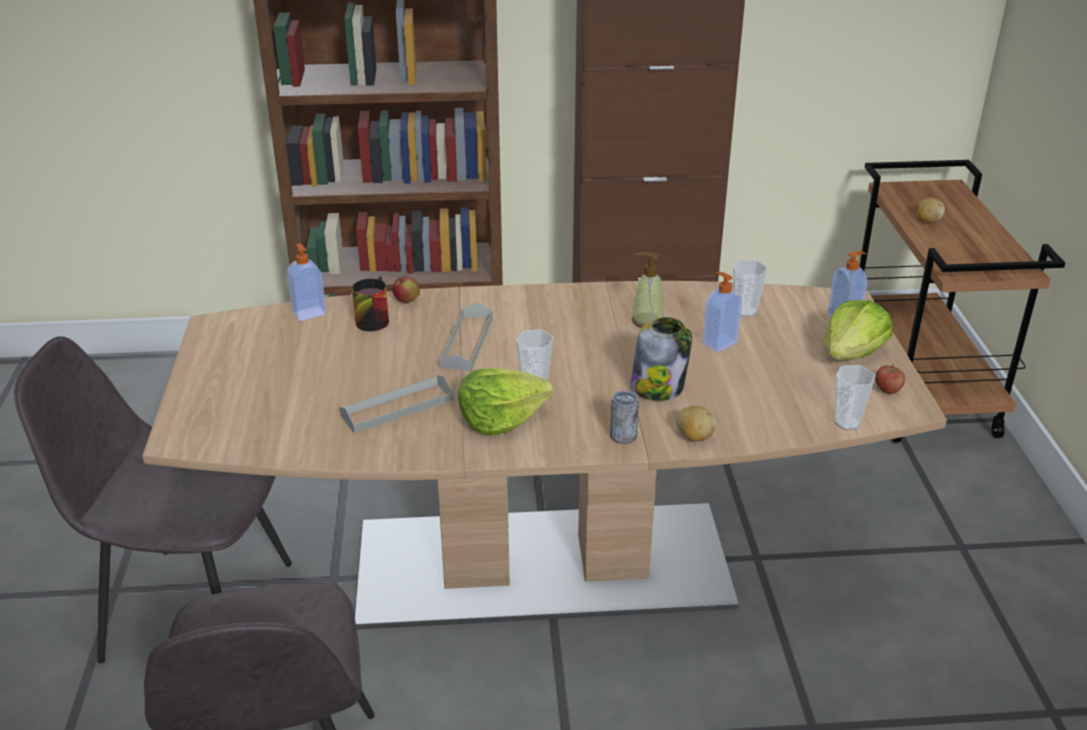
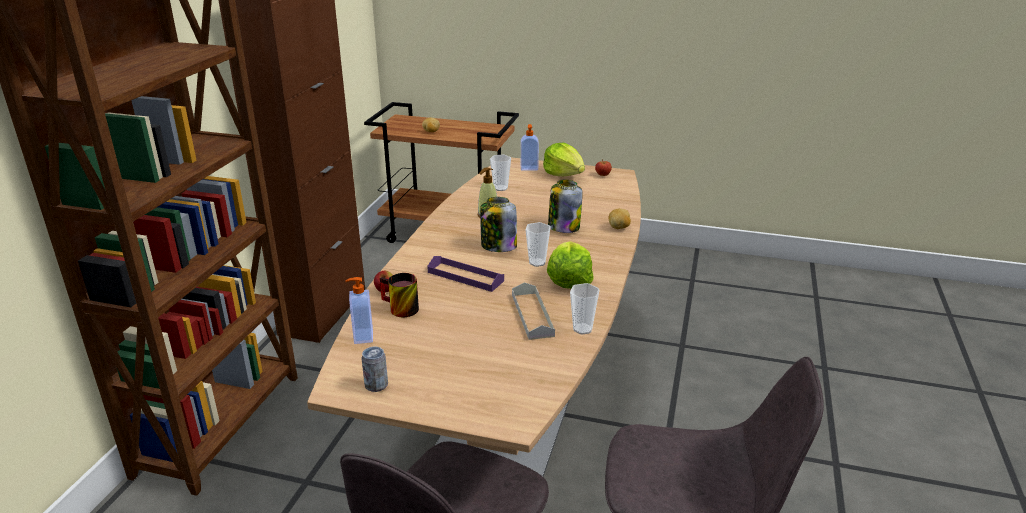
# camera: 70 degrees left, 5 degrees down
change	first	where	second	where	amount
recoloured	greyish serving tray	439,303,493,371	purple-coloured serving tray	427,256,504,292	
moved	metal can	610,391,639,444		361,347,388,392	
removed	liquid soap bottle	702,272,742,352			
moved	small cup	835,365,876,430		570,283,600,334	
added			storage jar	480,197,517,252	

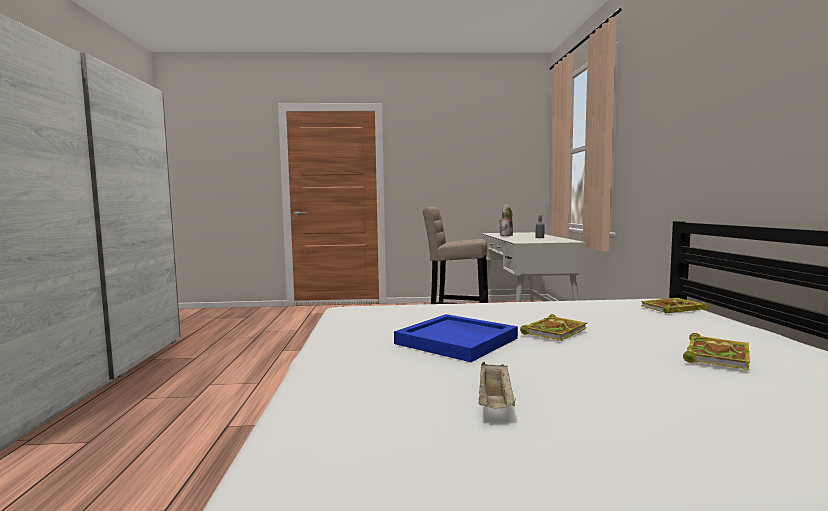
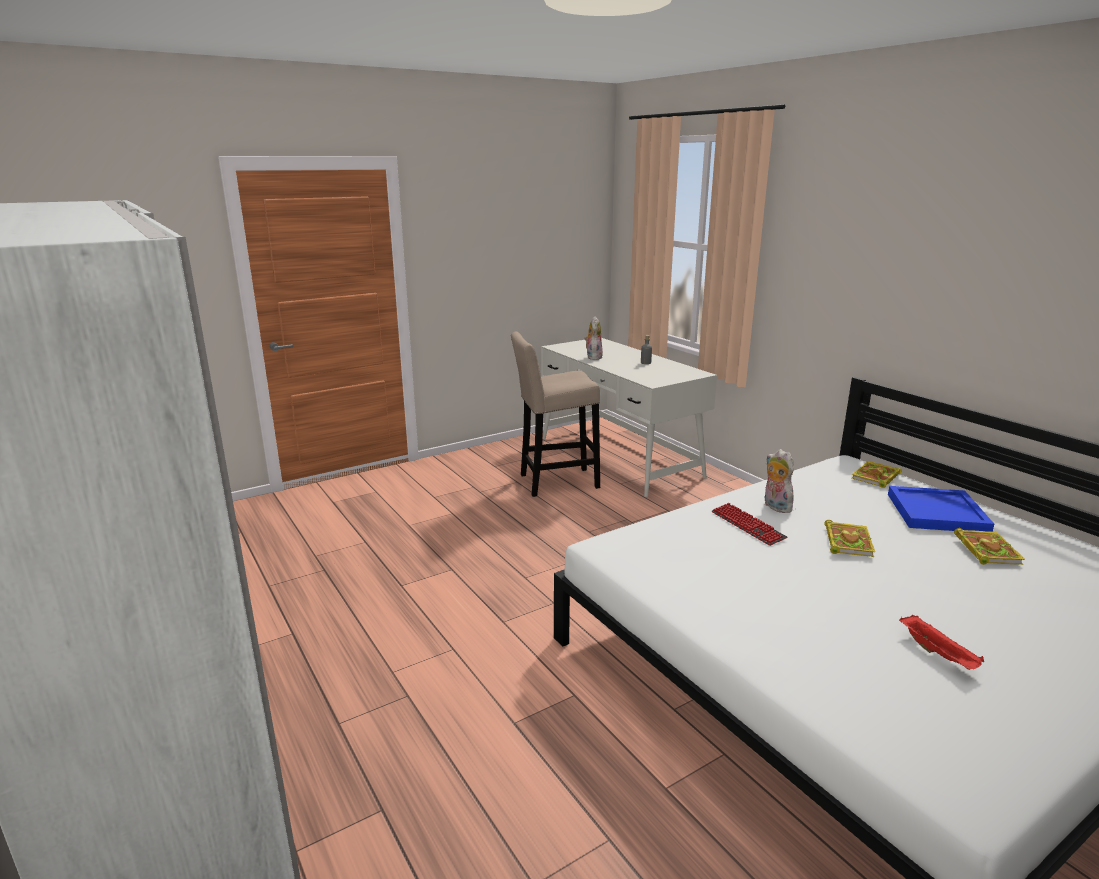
# camera: 30 degrees left, 15 degrees up
change	first	where	second	where	amount
moved	blue-coloured serving tray	394,314,518,362		888,486,994,532	
recoloured	beige-coloured serving tray	479,362,515,408	red serving tray	899,615,984,670	
added			keyboard	712,503,787,546	
added			plush toy	765,449,794,513	

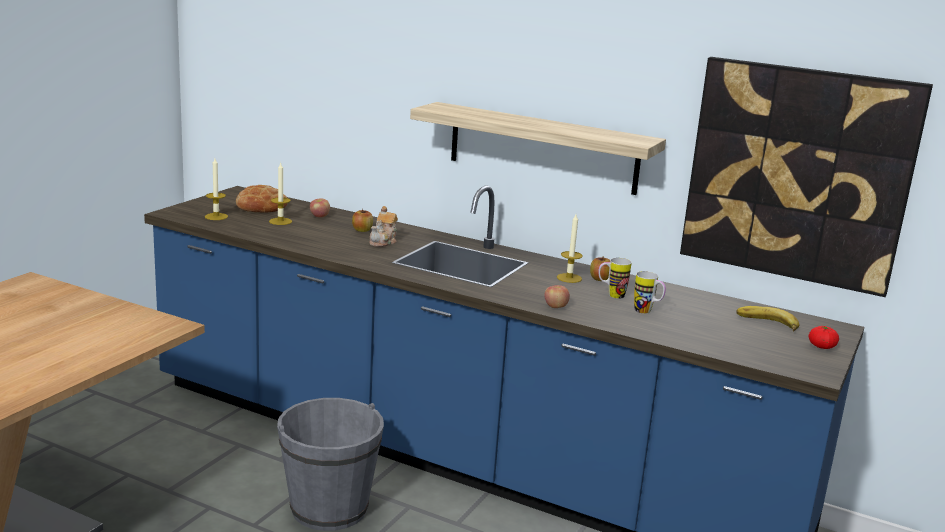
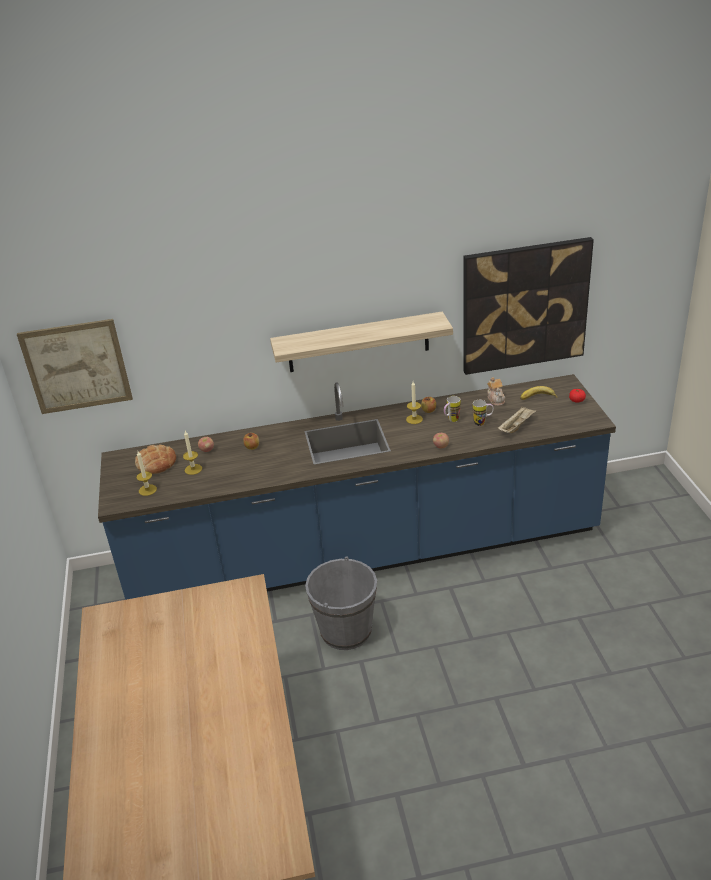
# camera: 35 degrees left, 15 degrees up
change	first	where	second	where	amount
moved	teapot	369,206,398,247		487,377,505,406	
added			picture	17,319,133,414	
added			beige-coloured serving tray	498,406,537,433	

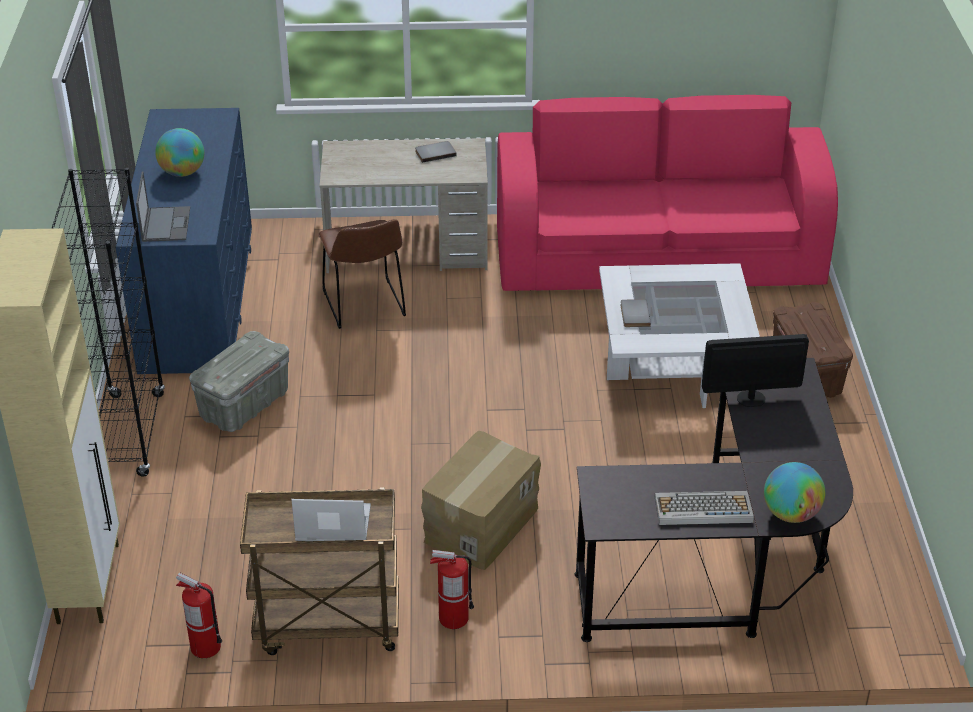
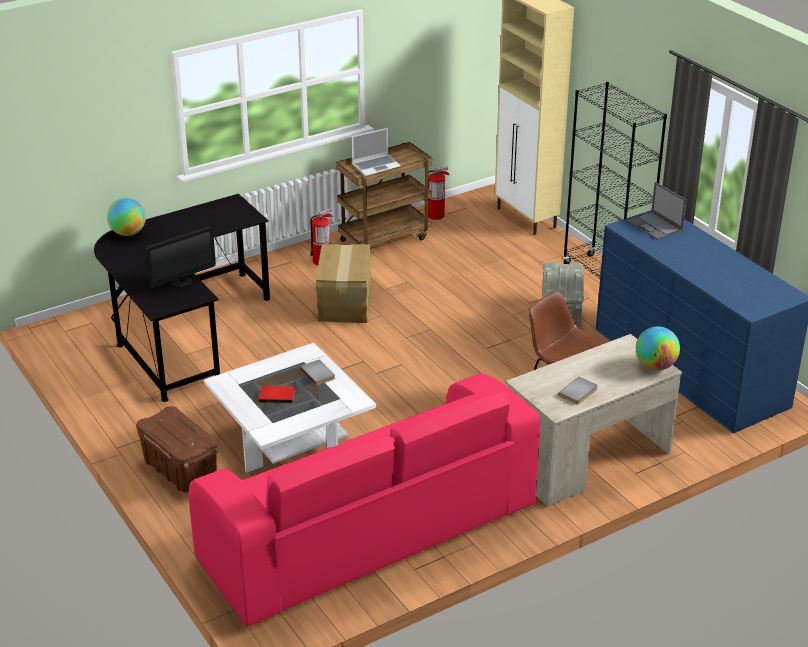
# camera: 150 degrees right, 5 degrees down
change	first	where	second	where	amount
moved	desk globe	155,128,204,177		636,327,680,370	
removed	keyboard	654,491,754,525			
added			red book	258,386,295,403	

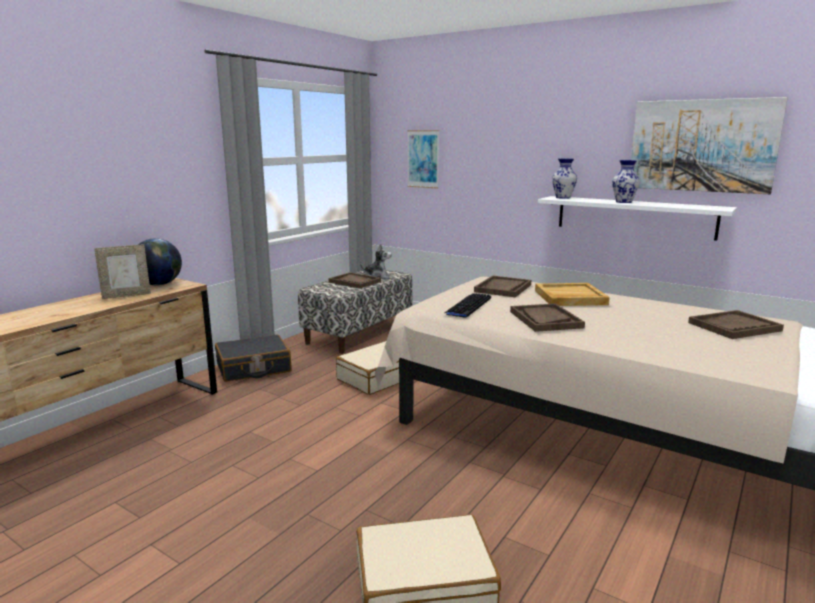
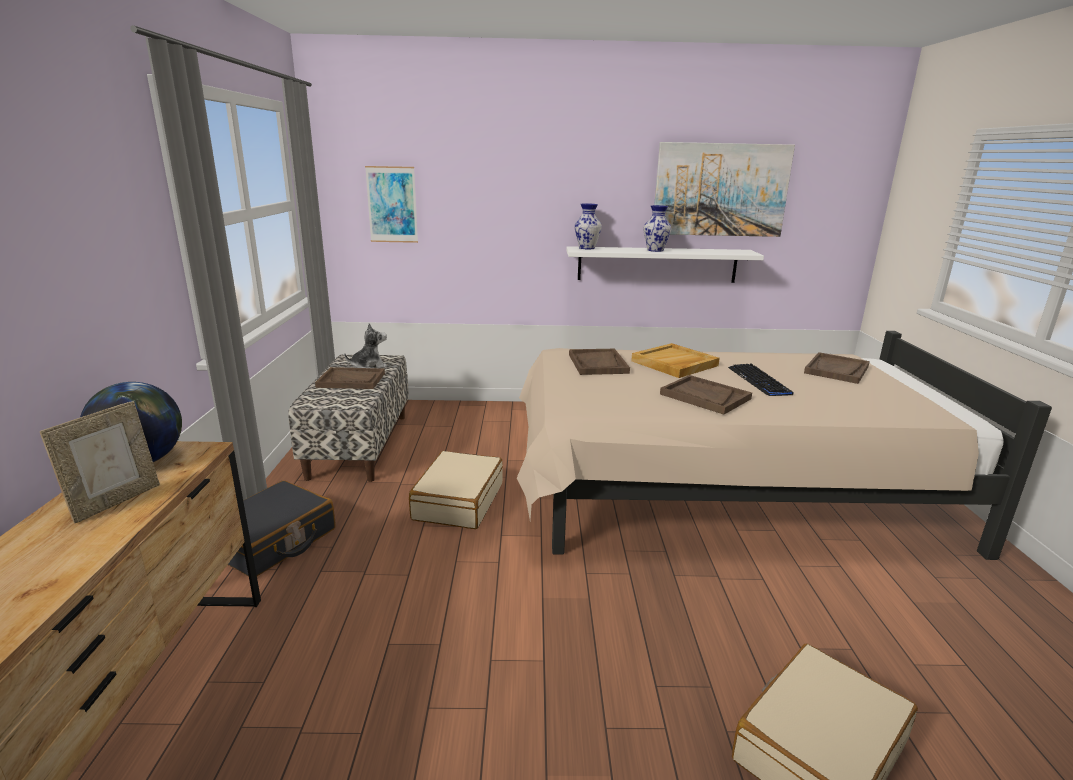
# camera: 35 degrees left, 5 degrees up
change	first	where	second	where	amount
moved	keyboard	445,293,491,318		728,364,793,396	

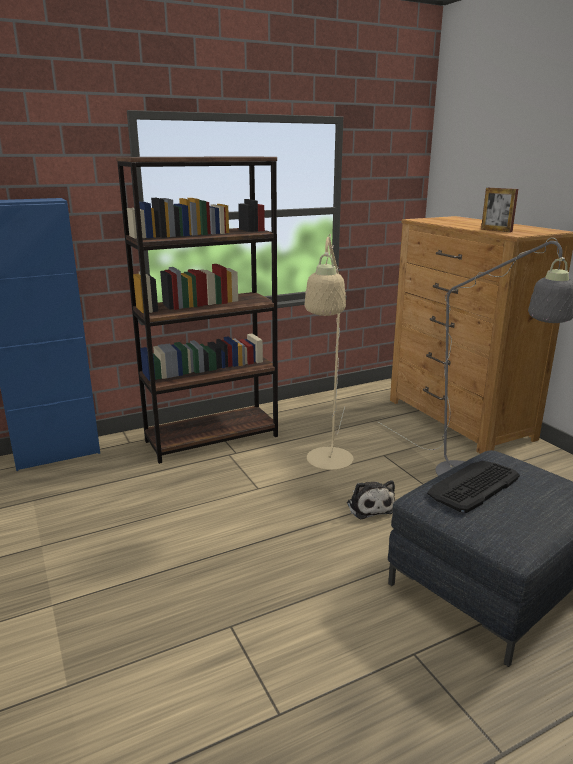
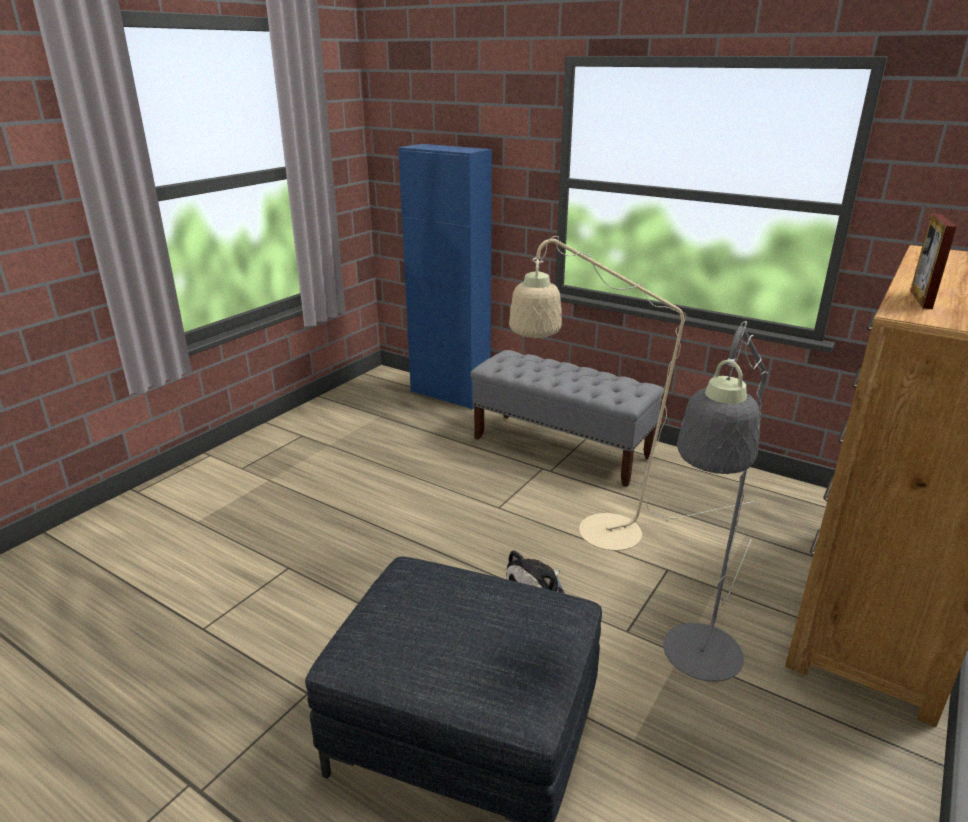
# camera: 60 degrees right, 5 degrees up
change	first	where	second	where	amount
replaced	brown bookshelf	116,156,278,464	greyish bench	470,350,664,487	
removed	keyboard	427,461,520,513			

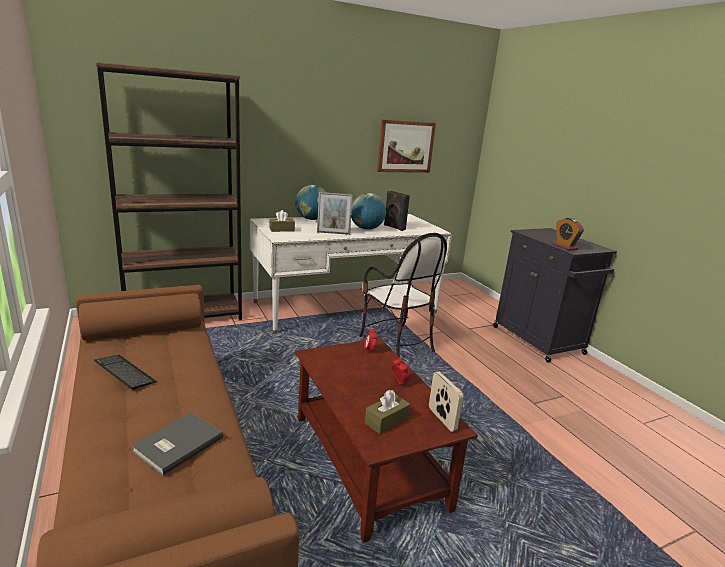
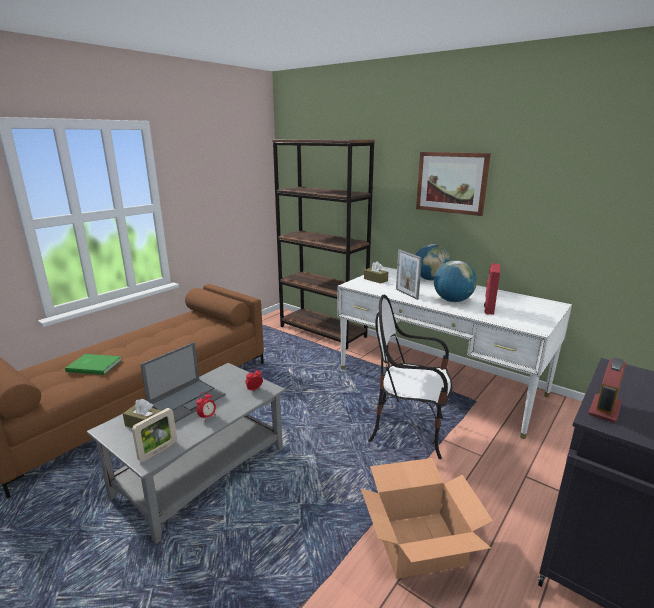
# camera: 65 degrees right, 0 degrees up
change	first	where	second	where	amount
removed	keyboard	94,355,157,391			
recoloured	greyish book	131,412,223,475	greenish book	65,354,122,375	
recoloured	brown coffee table	295,338,478,543	greyish coffee table	87,363,285,544	
turned	plain chair	359,233,447,357		368,295,452,459	75 degrees clockwise
moved	picture	377,120,436,173		416,152,491,216	
recoloured	black audio speaker	384,191,410,231	red audio speaker	484,263,500,315	
added			portable computer	140,342,226,423	
added			cardboard box	361,458,493,579	

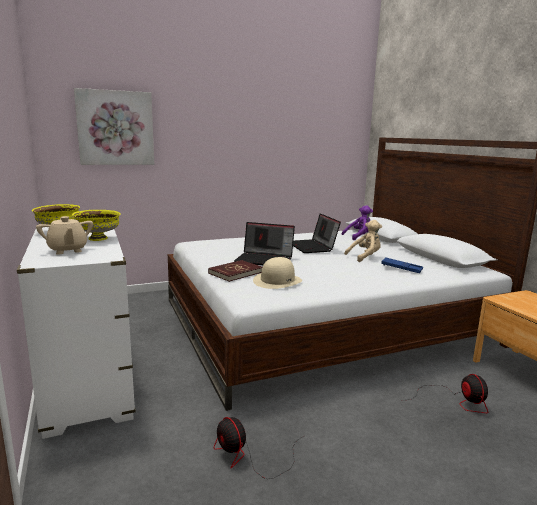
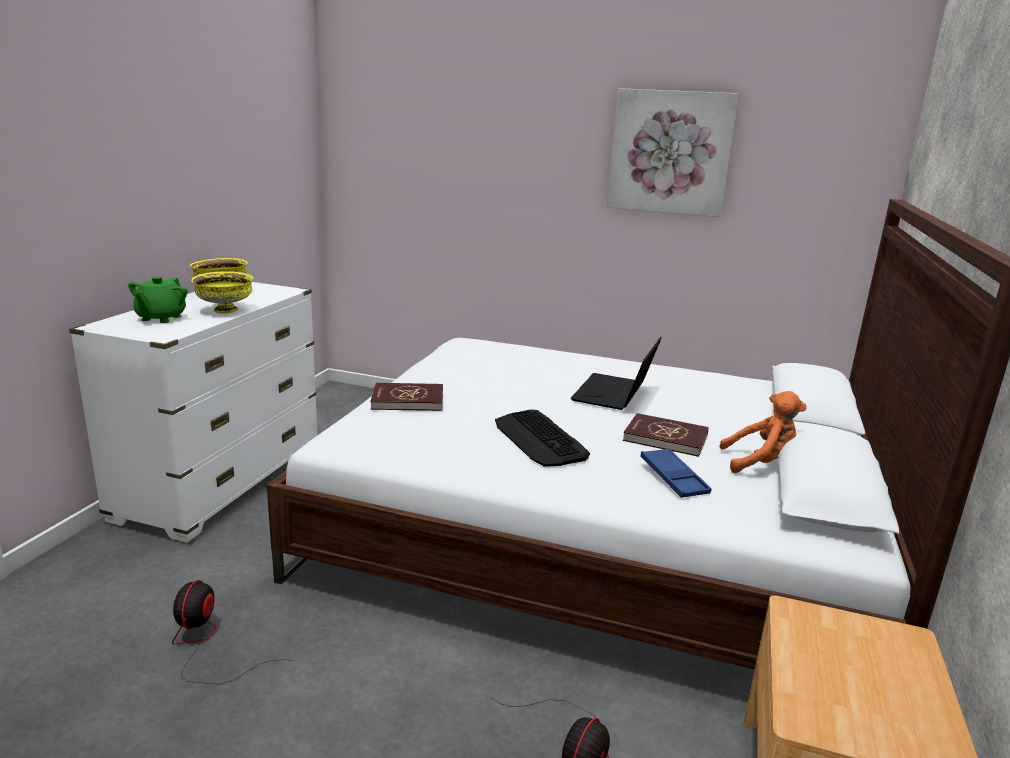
# camera: 40 degrees right, 5 degrees up
change	first	where	second	where	amount
recoloured	beige-coloured teapot	36,216,93,255	greenish teapot	128,276,187,323	
moved	picture	74,88,154,165		607,88,739,217	
removed	portable computer	234,222,295,265			
removed	beige-coloured wearable hat	253,257,302,289			
removed	purple-coloured plush toy	342,205,373,240			
replaced	beige-coloured plush toy	344,220,382,262	red book	623,413,709,457	
added			keyboard	495,410,590,467	
added			orange-coloured plush toy	719,391,807,473	

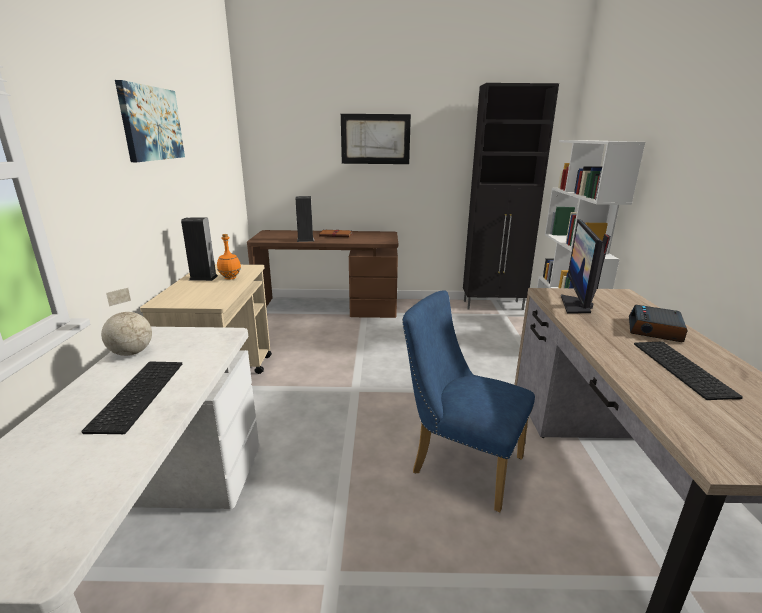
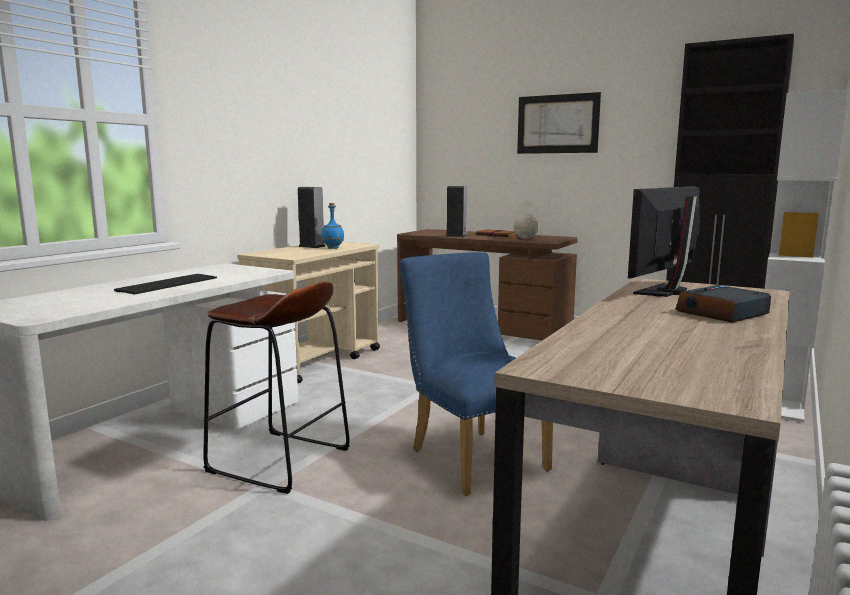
# camera: 30 degrees right, 10 degrees down
change	first	where	second	where	amount
moved	desk globe	101,288,152,356		514,200,539,239	
removed	picture	115,80,185,162			
recoloured	orange-coloured beverage bottle	217,234,241,280	blue-coloured beverage bottle	321,203,344,249	
removed	keyboard	634,342,743,400			
added			brown sitting stool	203,281,350,494	

